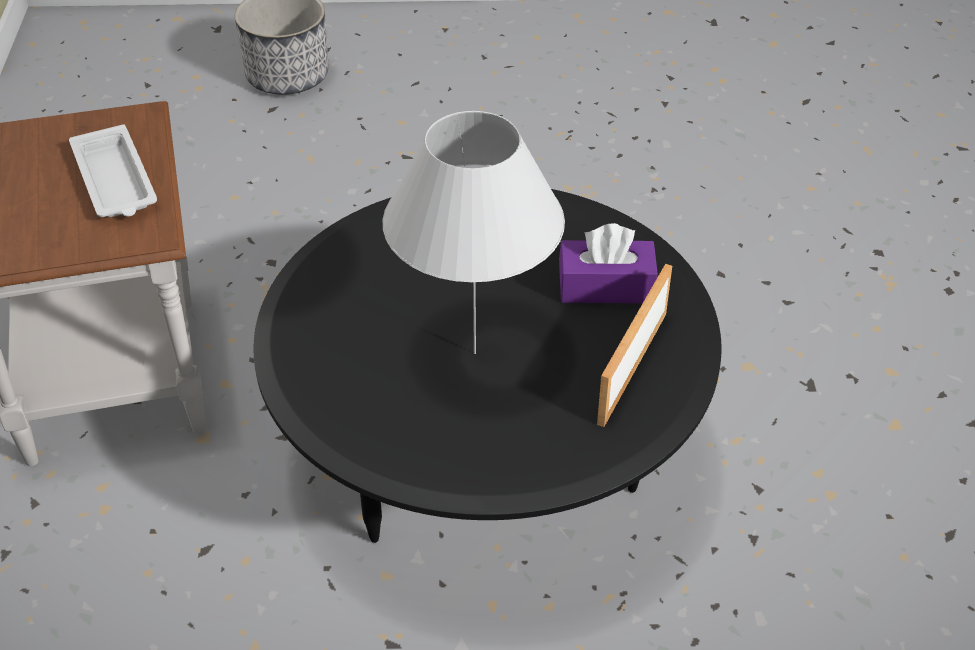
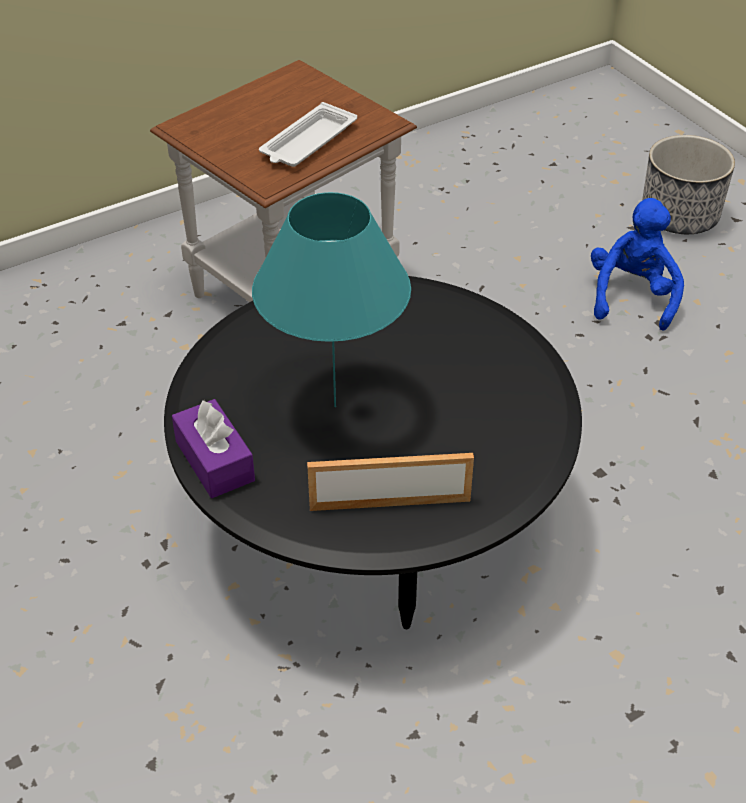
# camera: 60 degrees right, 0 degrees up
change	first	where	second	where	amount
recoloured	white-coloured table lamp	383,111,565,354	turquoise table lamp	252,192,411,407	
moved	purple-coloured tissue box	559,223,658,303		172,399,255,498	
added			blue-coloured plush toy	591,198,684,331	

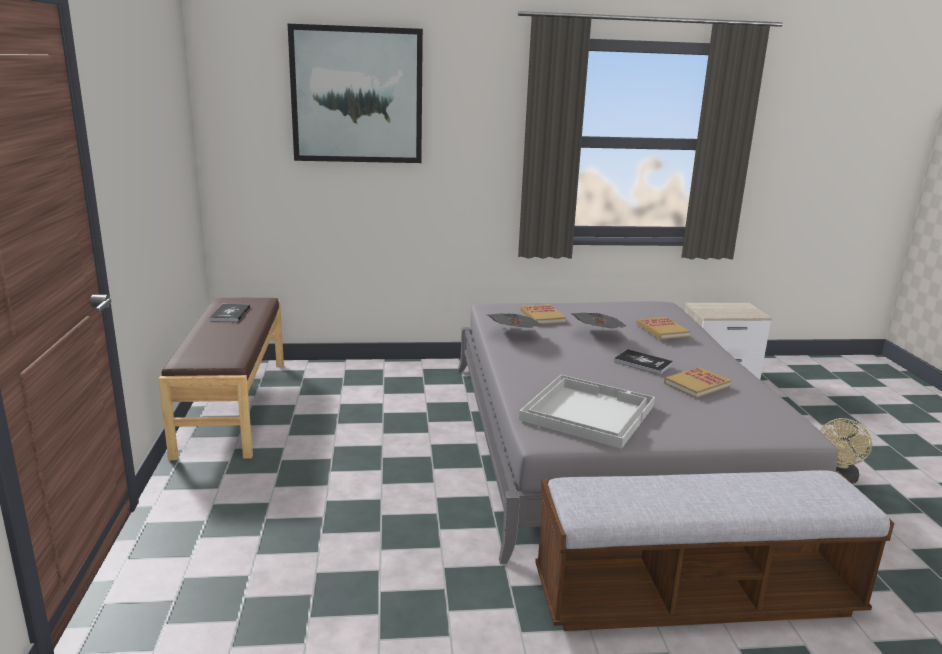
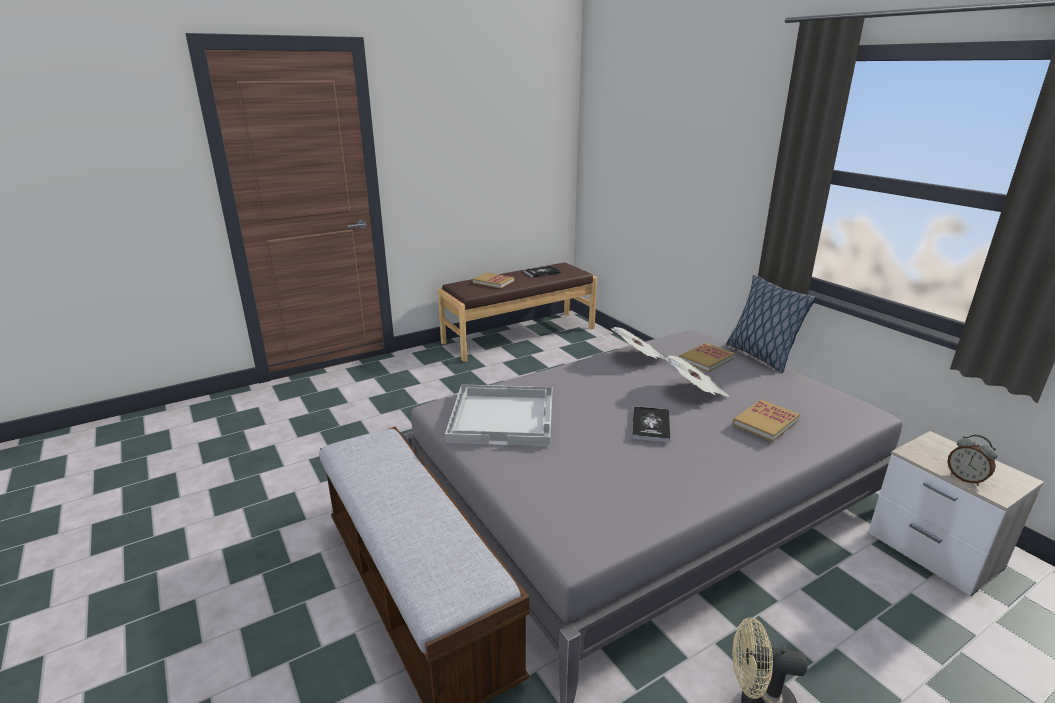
# camera: 65 degrees right, 5 degrees up
change	first	where	second	where	amount
removed	picture	288,24,423,163			
moved	book	664,367,731,398		473,272,514,288	
added			pillow	726,275,816,373	
added			alarm clock	947,435,998,486	

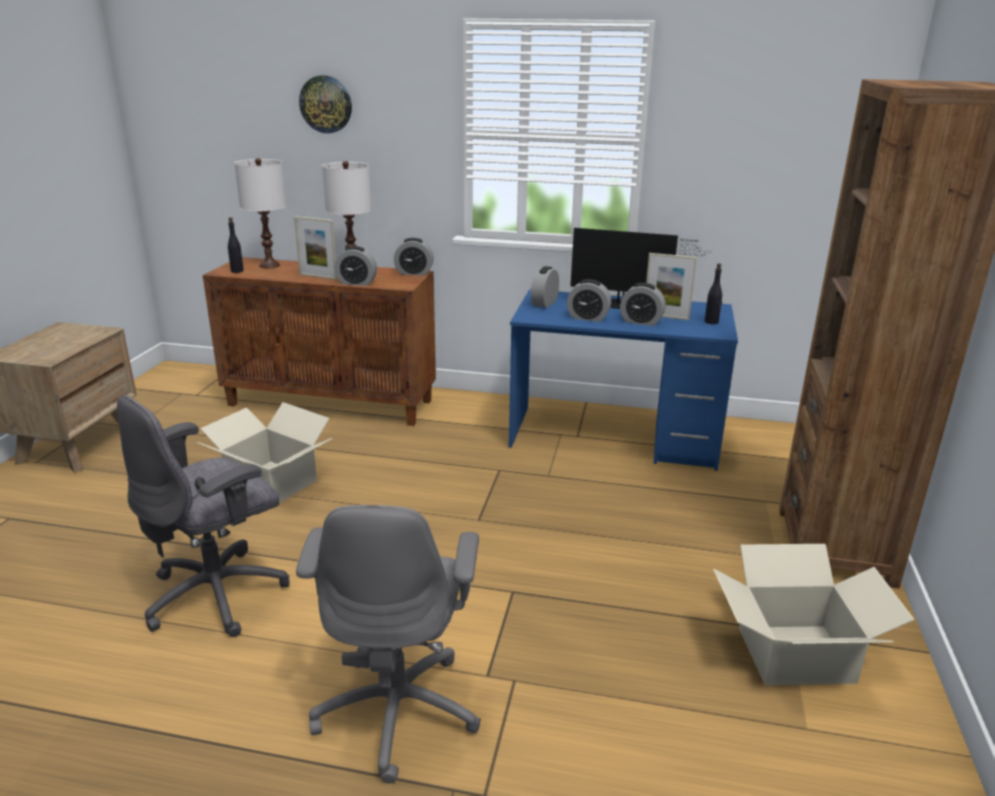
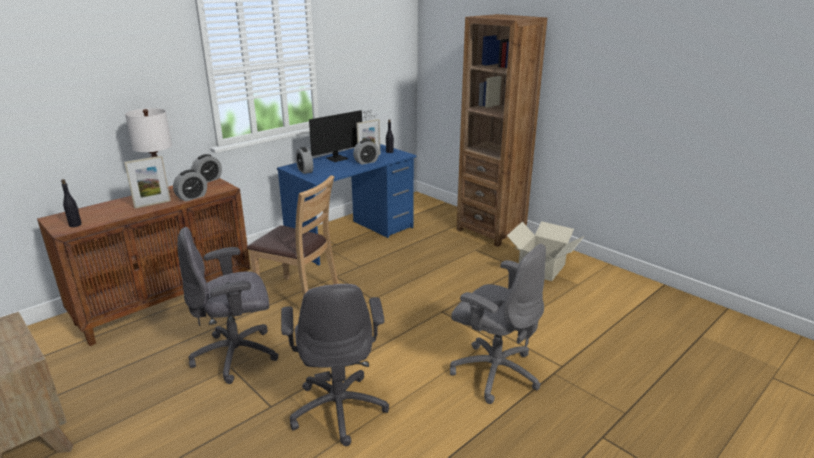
# camera: 55 degrees left, 0 degrees up
change	first	where	second	where	amount
replaced	cardboard box	197,402,333,503	greyish computer chair	177,227,279,384	
removed	white-coloured table lamp	234,158,286,268			
removed	wall clock	299,75,352,133			
removed	alarm clock	567,279,611,322			
added			brown plain chair	247,175,339,297	

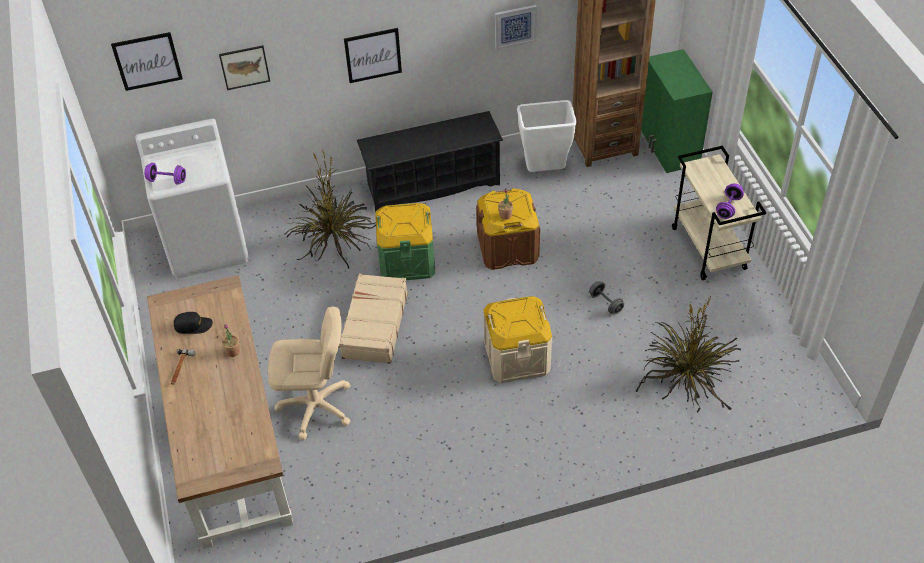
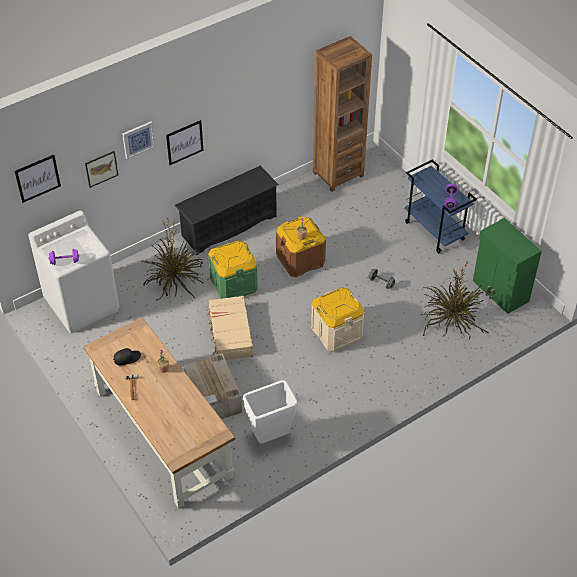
# camera: 20 degrees left, 0 degrees up
change	first	where	second	where	amount
replaced	beige-coloured computer chair	268,307,351,440	cardboard box	184,353,242,419	
moved	picture	495,5,537,50		122,121,155,159	
moved	white-coloured rubbish bin	517,100,577,172		243,380,297,444	
moved	greenish cabinet	641,49,713,173		473,218,542,314	
recoloured	beige-coloured trolley	672,146,766,280	blue-coloured trolley	405,160,477,253	

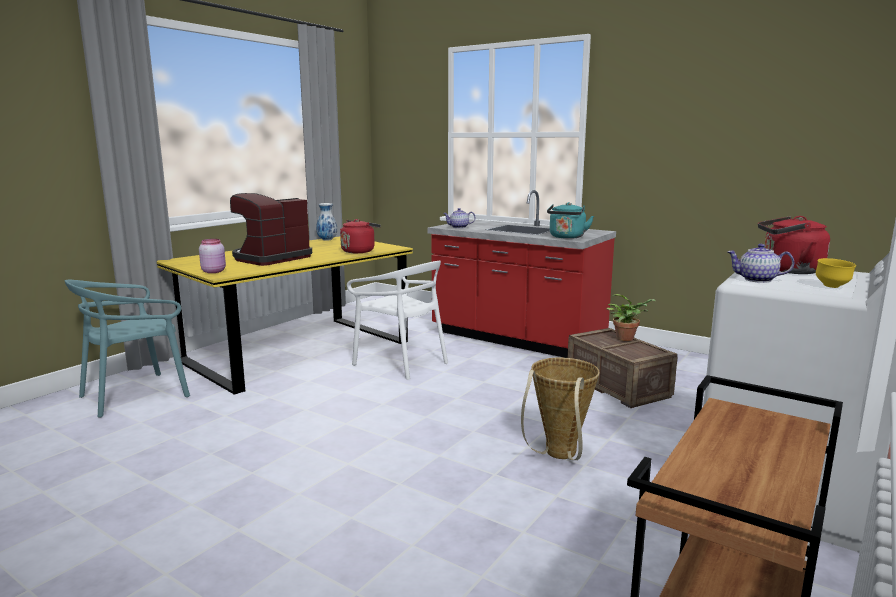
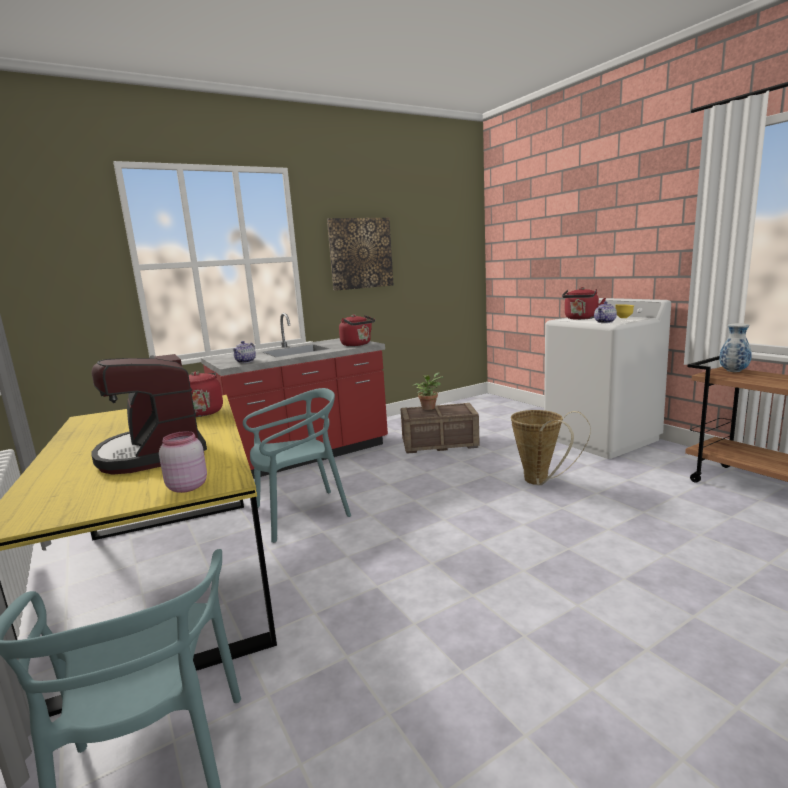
# camera: 65 degrees left, 0 degrees up
change	first	where	second	where	amount
moved	flower vase	316,203,337,241		719,323,752,372	
recoloured	white-coloured plain chair	347,261,448,380	turquoise plain chair	243,388,351,543	
recoloured	turquoise tea kettle	547,202,594,239	red tea kettle	339,314,375,346	
added			picture	327,218,394,291	

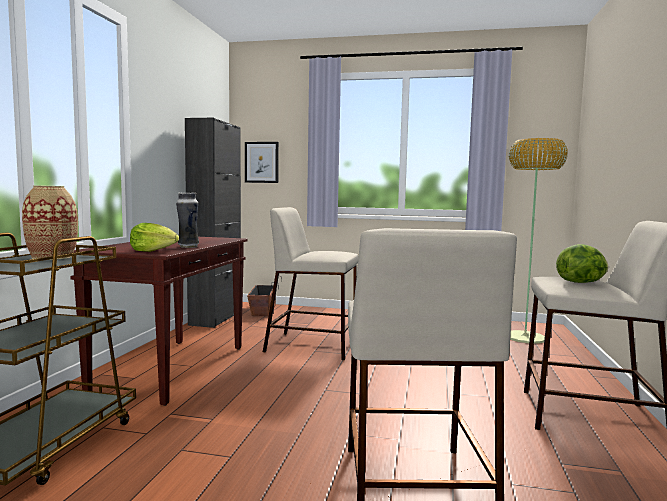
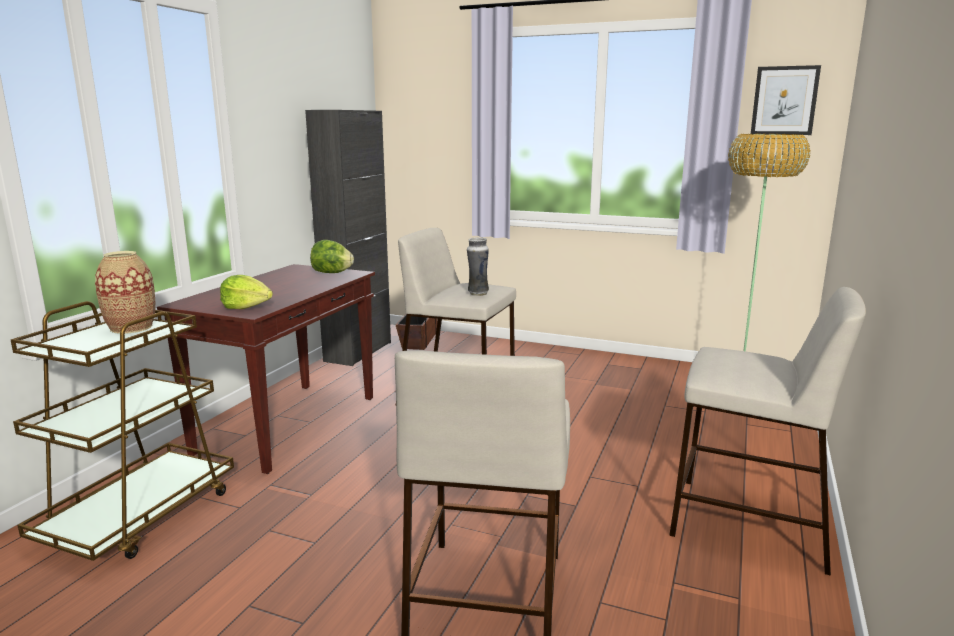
# camera: 10 degrees right, 10 degrees up
change	first	where	second	where	amount
moved	flower vase	176,192,199,248		467,237,489,296	
moved	picture	245,142,279,183		751,65,821,135	
moved	lettuce head	556,244,608,283		310,240,354,273	

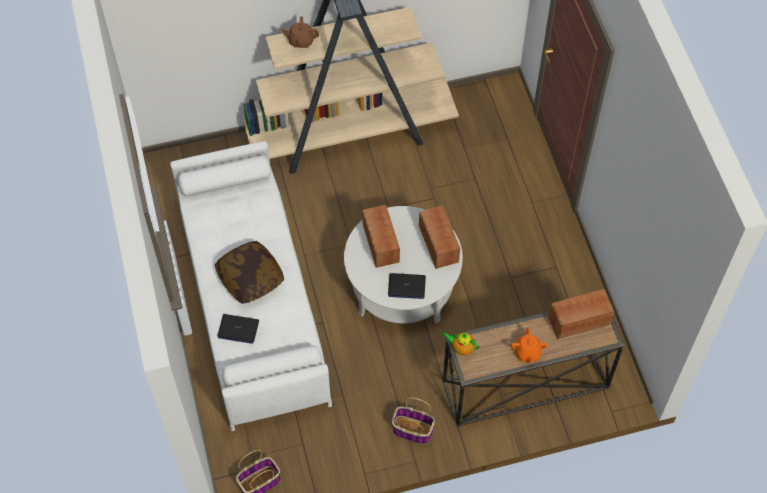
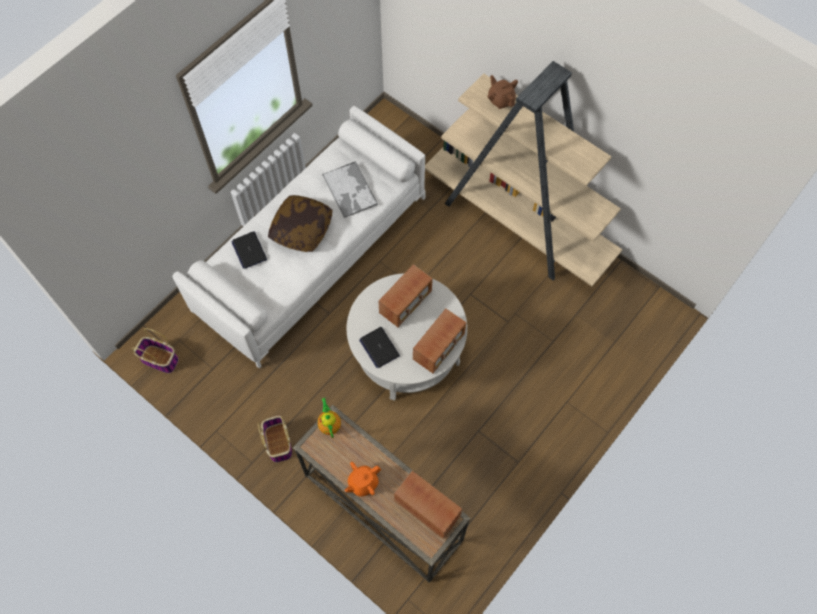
# camera: 55 degrees right, 5 degrees up
change	first	where	second	where	amount
added			serving tray	322,161,378,218	

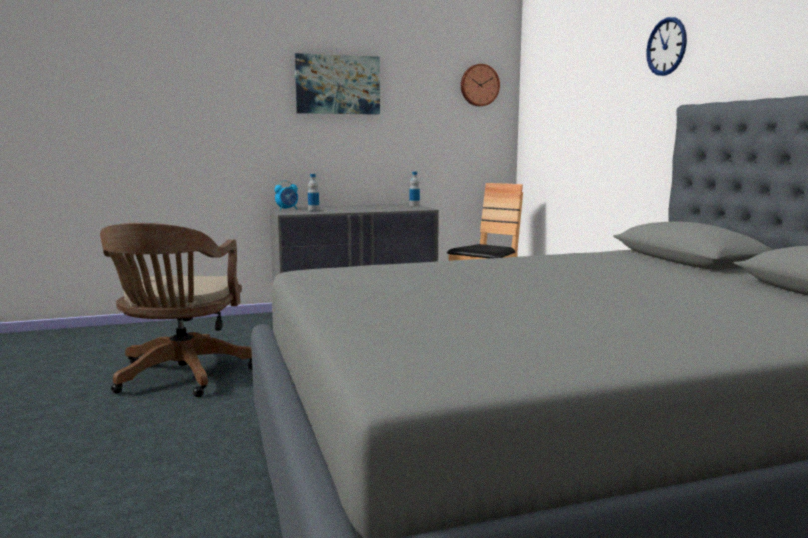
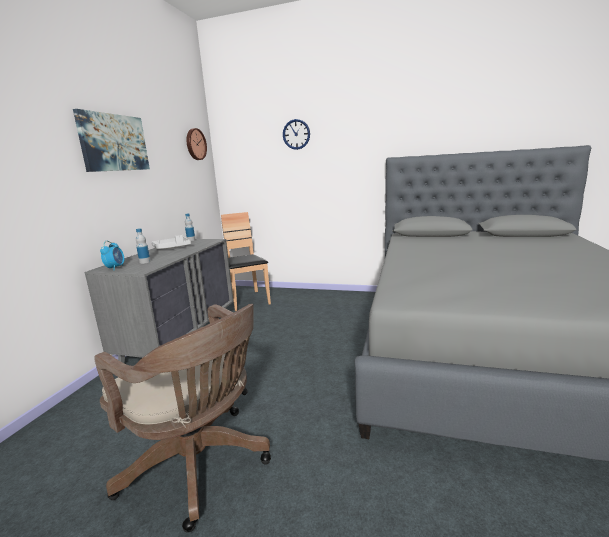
# camera: 55 degrees left, 5 degrees up
change	first	where	second	where	amount
moved	wall clock	646,17,687,76		283,119,310,150	
added			greyish serving tray	152,235,191,249	

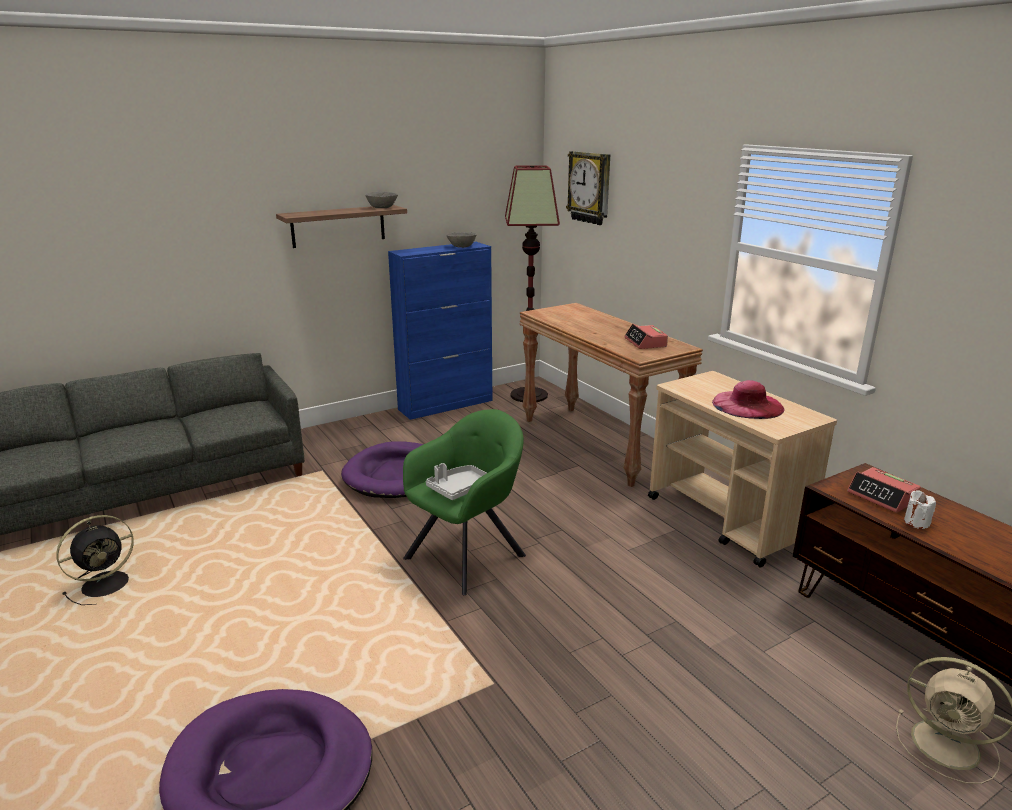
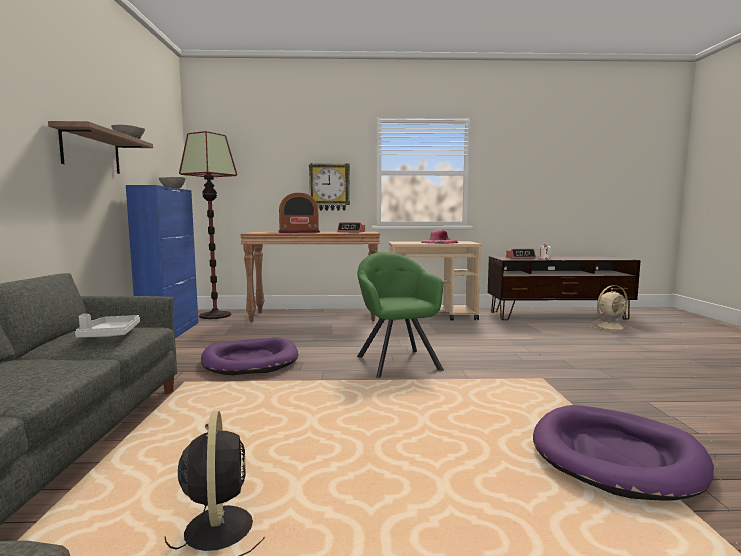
# camera: 60 degrees left, 15 degrees down
change	first	where	second	where	amount
moved	greyish serving tray	426,463,487,500		75,314,140,338	
moved	wall clock	566,151,610,225		309,163,350,211	
added			radio receiver	279,193,320,233	

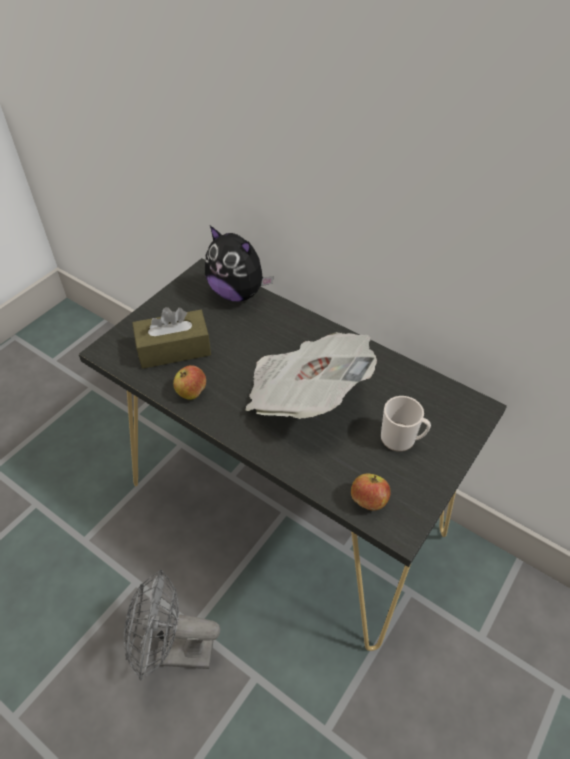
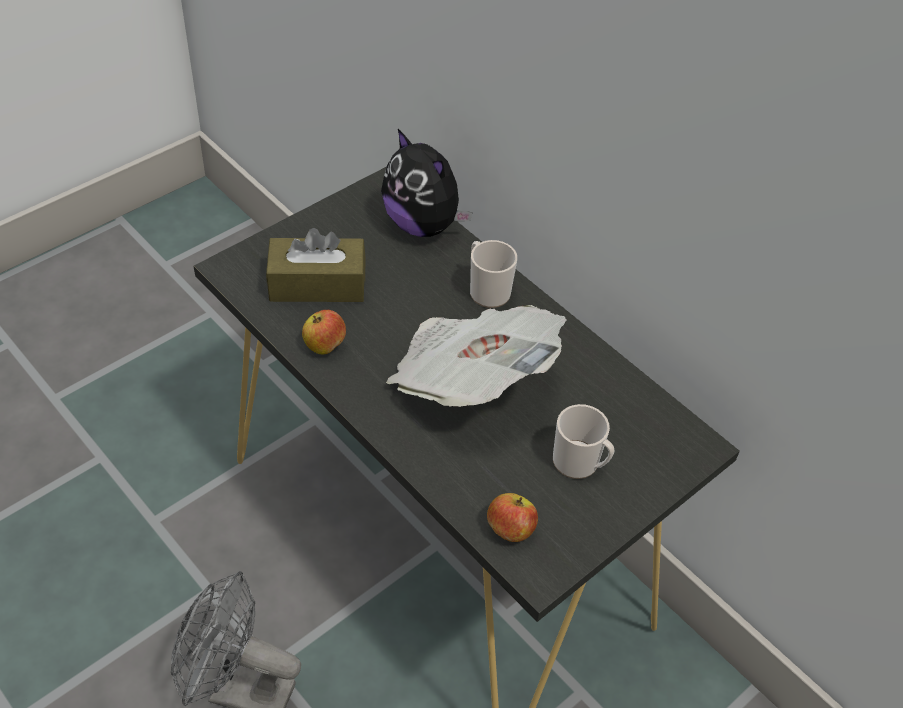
# camera: 10 degrees right, 0 degrees up
change	first	where	second	where	amount
added			tea mug	470,240,517,308	

